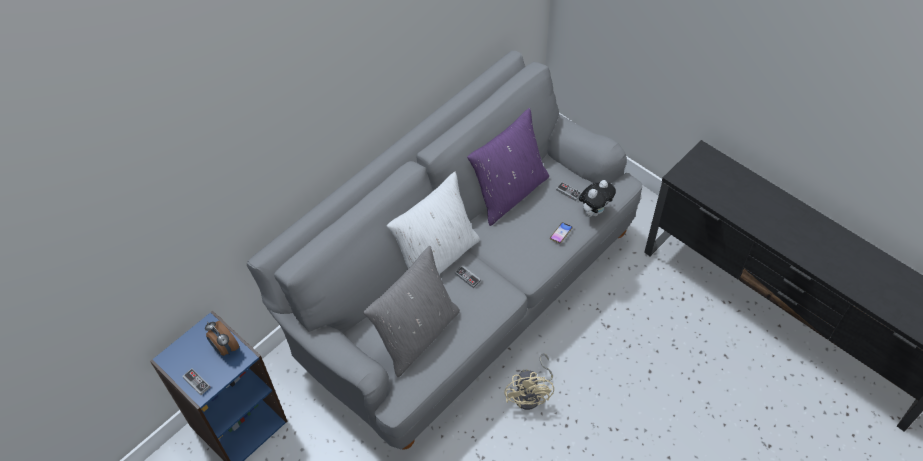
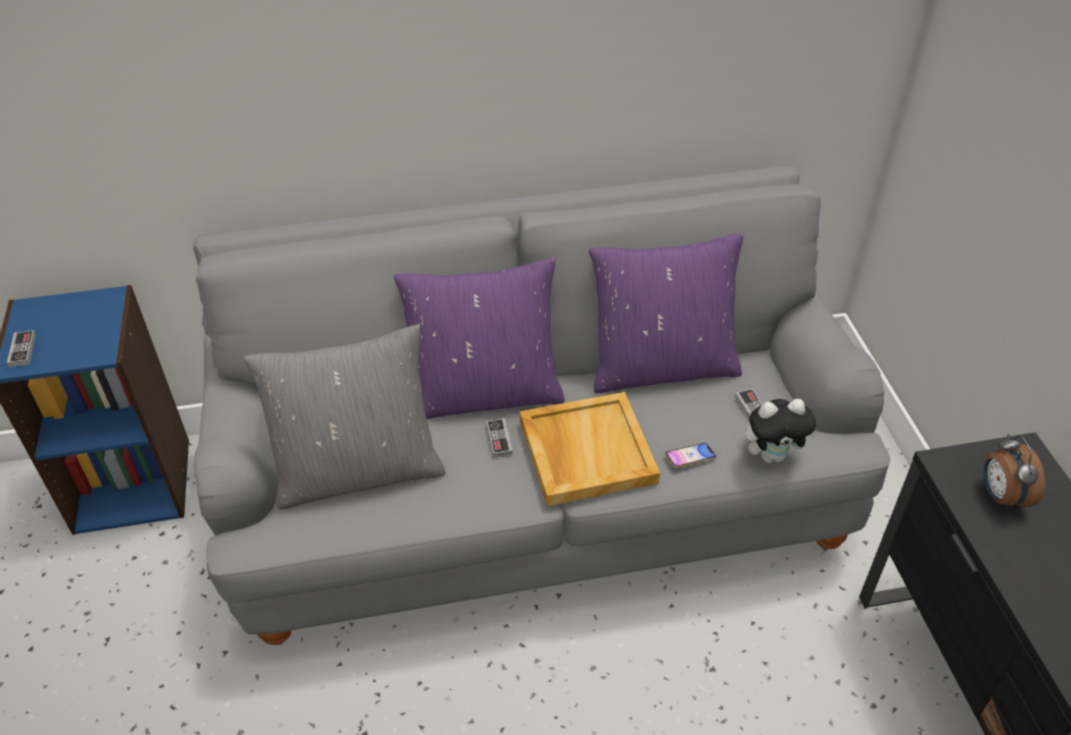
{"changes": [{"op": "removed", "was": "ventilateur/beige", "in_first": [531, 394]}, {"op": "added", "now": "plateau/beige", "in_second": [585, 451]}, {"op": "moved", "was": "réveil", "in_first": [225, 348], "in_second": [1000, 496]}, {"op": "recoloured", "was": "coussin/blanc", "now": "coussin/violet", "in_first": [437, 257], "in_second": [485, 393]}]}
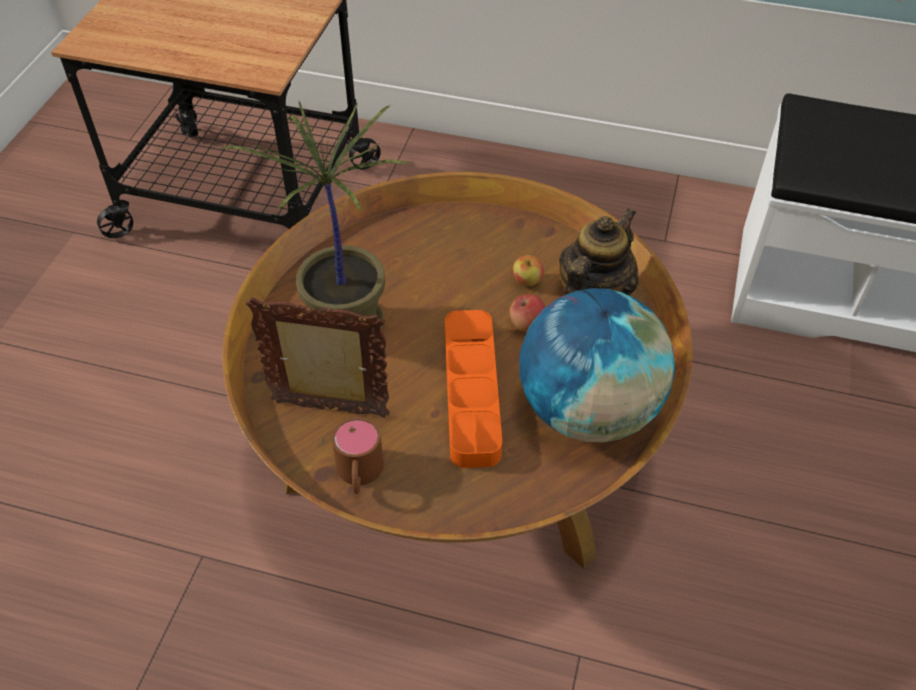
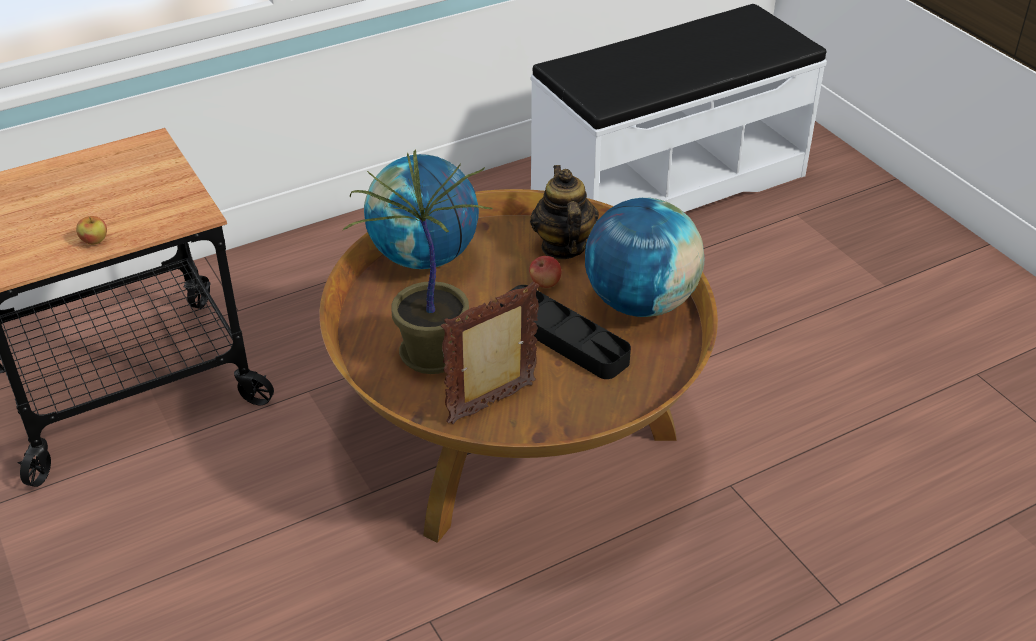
{"changes": [{"op": "removed", "was": "mug/marron", "in_first": [359, 475]}, {"op": "added", "now": "globe", "in_second": [424, 257]}, {"op": "moved", "was": "pomme", "in_first": [527, 281], "in_second": [95, 241]}, {"op": "recoloured", "was": "plateau/orange", "now": "plateau/noir", "in_first": [471, 392], "in_second": [563, 338]}]}
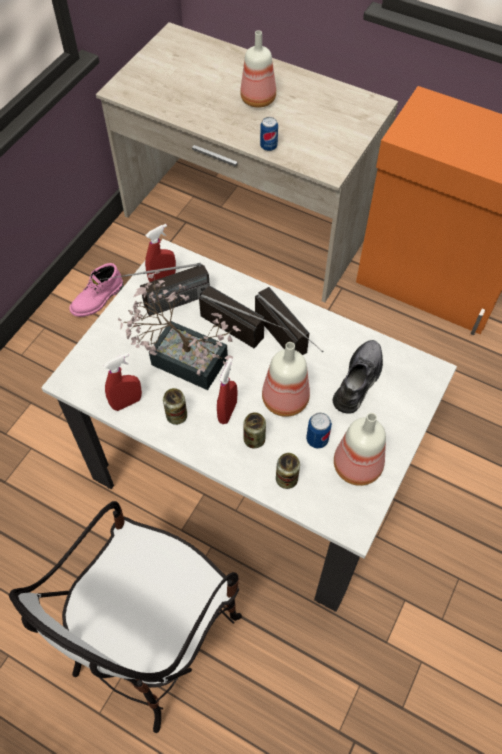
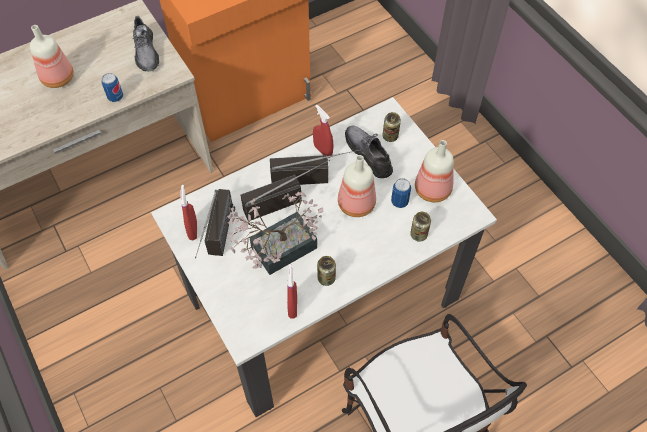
{"changes": [{"op": "removed", "was": "botte/rose", "in_first": [98, 300]}, {"op": "added", "now": "chaussure/gris", "in_second": [146, 52]}, {"op": "moved", "was": "vaporisateur/rouge", "in_first": [227, 412], "in_second": [323, 150]}, {"op": "moved", "was": "boîte métallique", "in_first": [254, 439], "in_second": [390, 136]}]}
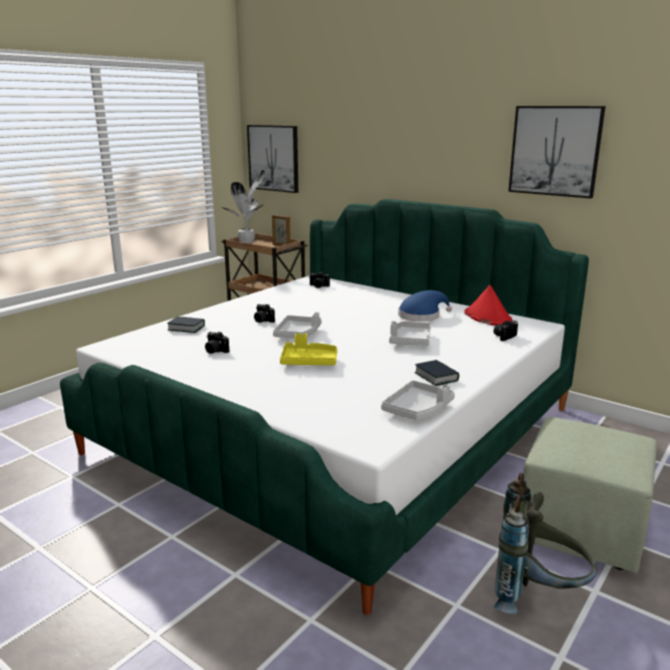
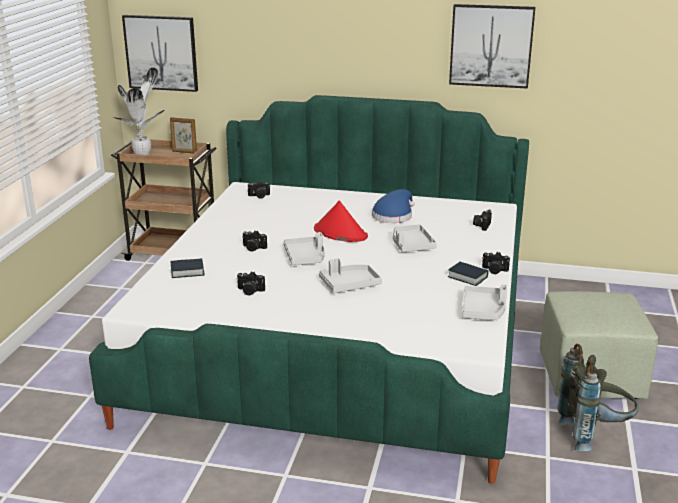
{"changes": [{"op": "added", "now": "appareil photo", "in_second": [494, 270]}, {"op": "moved", "was": "chapeau/rouge", "in_first": [488, 318], "in_second": [340, 233]}, {"op": "recoloured", "was": "plateau/jaune", "now": "plateau/gris", "in_first": [309, 362], "in_second": [349, 285]}]}
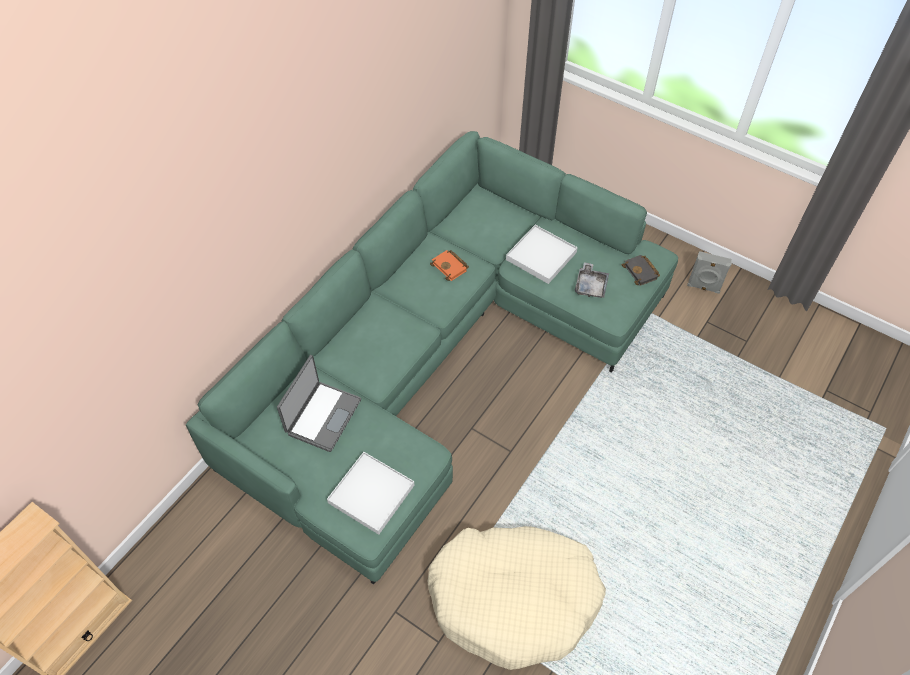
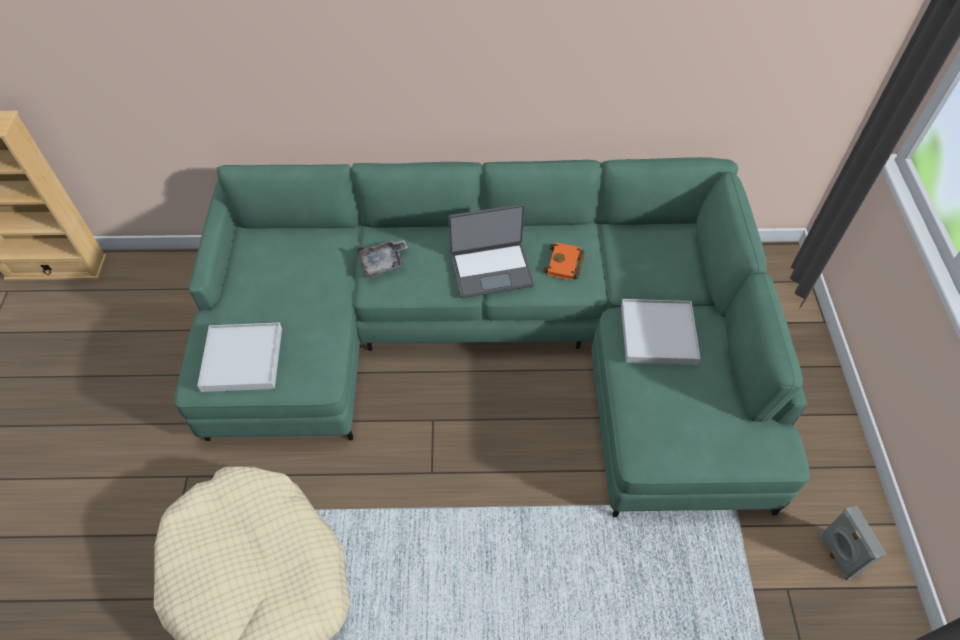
{"changes": [{"op": "removed", "was": "livre/noir", "in_first": [641, 272]}, {"op": "moved", "was": "ordinateur portable", "in_first": [322, 416], "in_second": [491, 269]}, {"op": "moved", "was": "plateau/gris", "in_first": [590, 285], "in_second": [383, 263]}]}
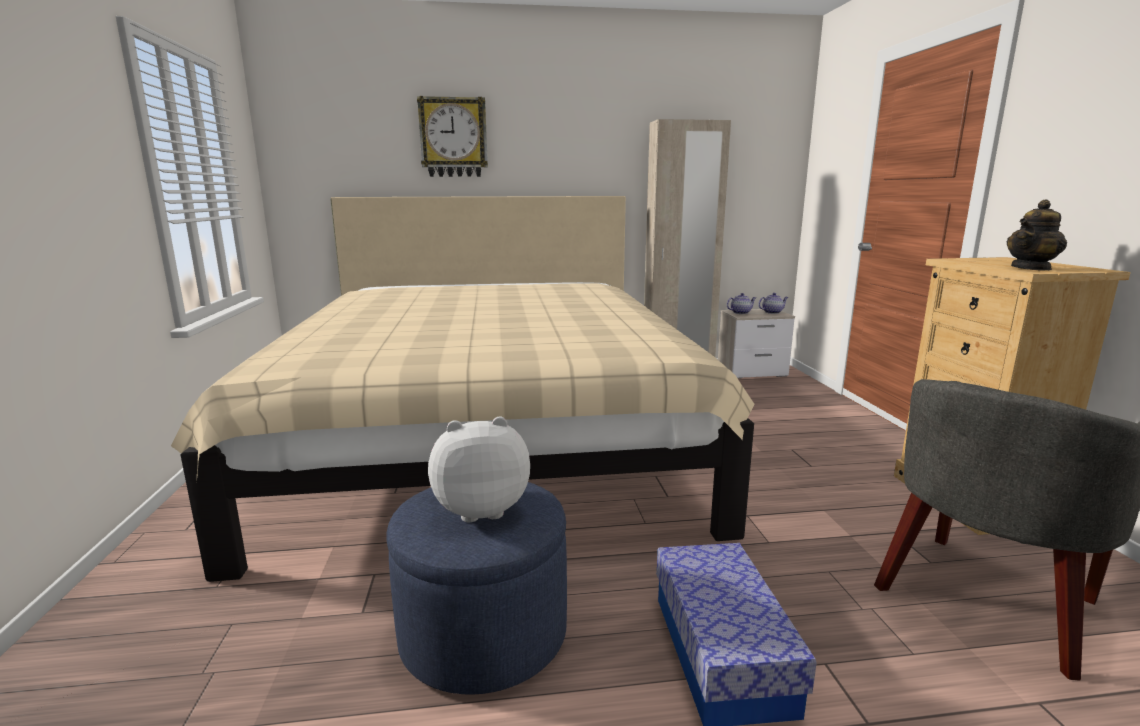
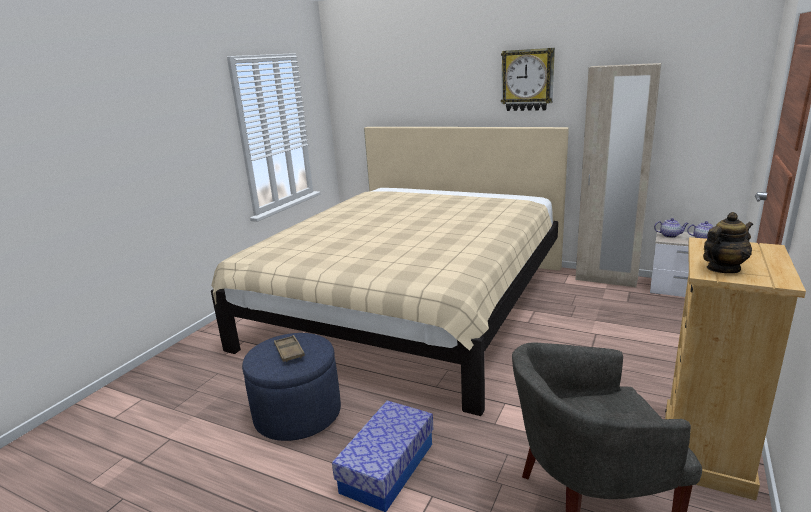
{"changes": [{"op": "moved", "was": "horloge murale", "in_first": [453, 137], "in_second": [527, 80]}, {"op": "replaced", "was": "peluche", "now": "plateau/marron", "in_first": [481, 509], "in_second": [289, 351]}, {"op": "turned", "was": "théière", "in_first": [1031, 268], "in_second": [722, 269], "clockwise": 150}]}
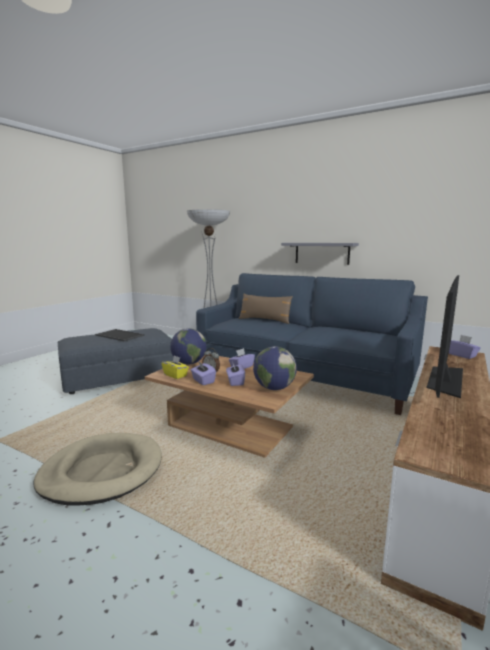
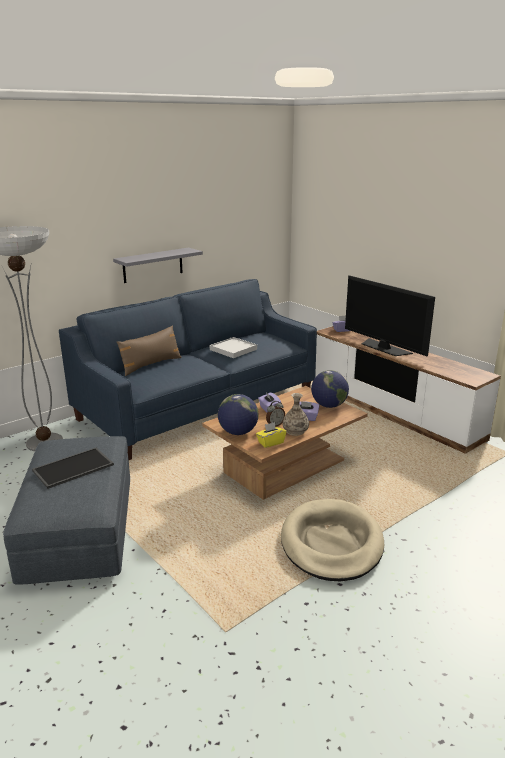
{"changes": [{"op": "added", "now": "plateau/blanc", "in_second": [233, 349]}, {"op": "replaced", "was": "boîte à mouchoirs/violet", "now": "vase", "in_first": [203, 381], "in_second": [295, 431]}]}
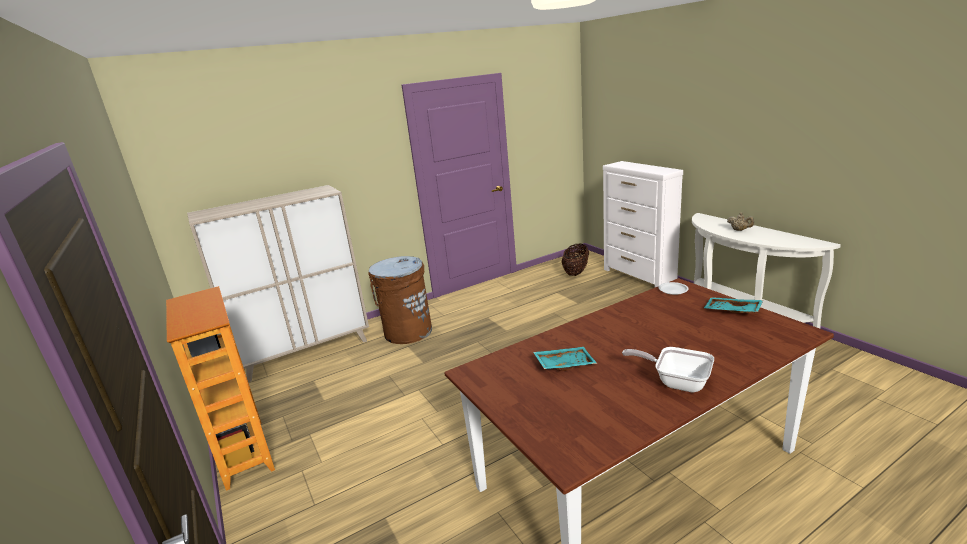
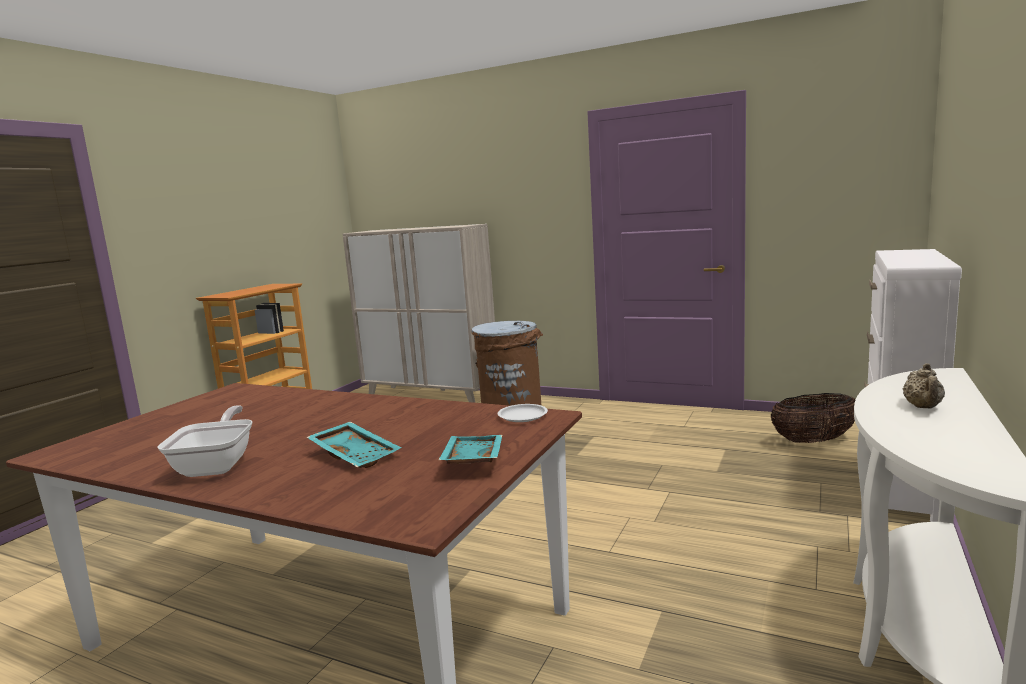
{"changes": [{"op": "moved", "was": "plateau/turquoise", "in_first": [564, 364], "in_second": [356, 454]}]}
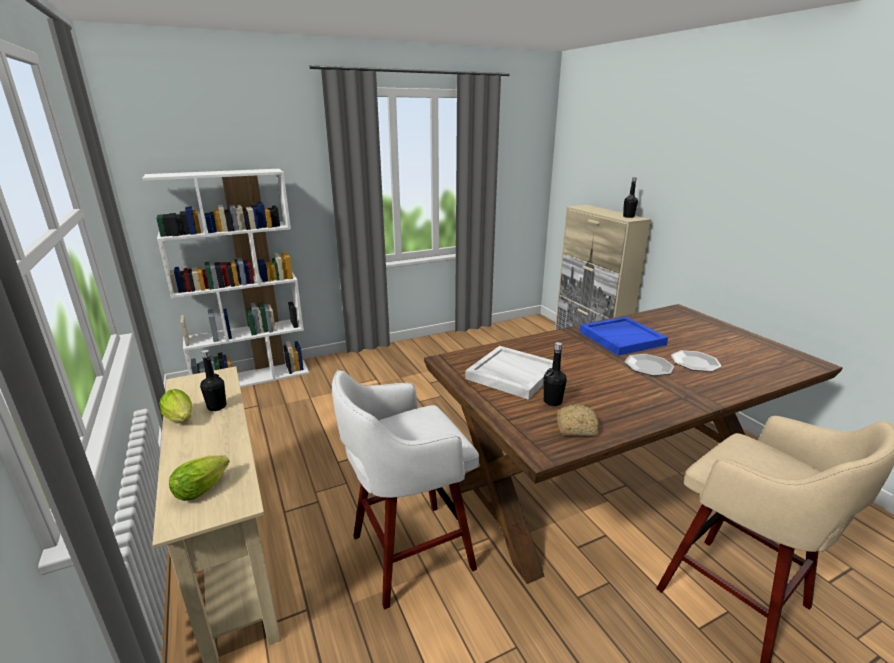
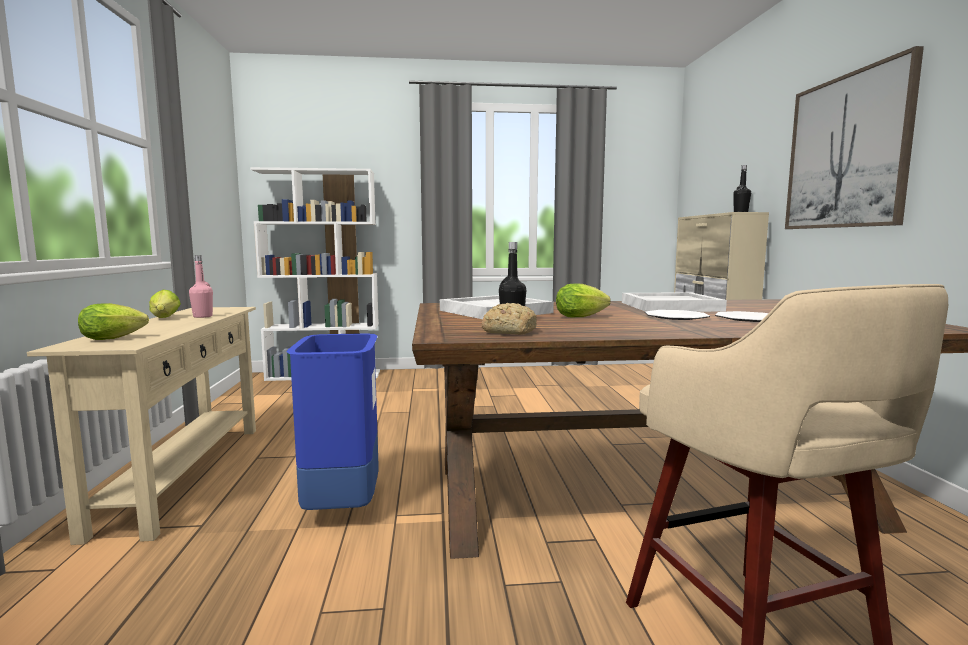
{"changes": [{"op": "added", "now": "laitue", "in_second": [583, 317]}, {"op": "added", "now": "tableau", "in_second": [846, 152]}, {"op": "replaced", "was": "tabouret/blanc", "now": "poubelle/bleu", "in_first": [408, 553], "in_second": [341, 507]}, {"op": "recoloured", "was": "bouteille/noir", "now": "bouteille/rose", "in_first": [217, 407], "in_second": [202, 316]}, {"op": "recoloured", "was": "plateau/bleu", "now": "plateau/blanc", "in_first": [621, 338], "in_second": [670, 306]}]}
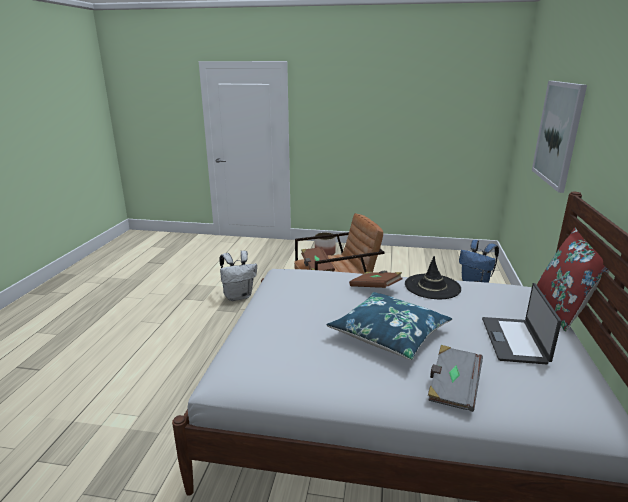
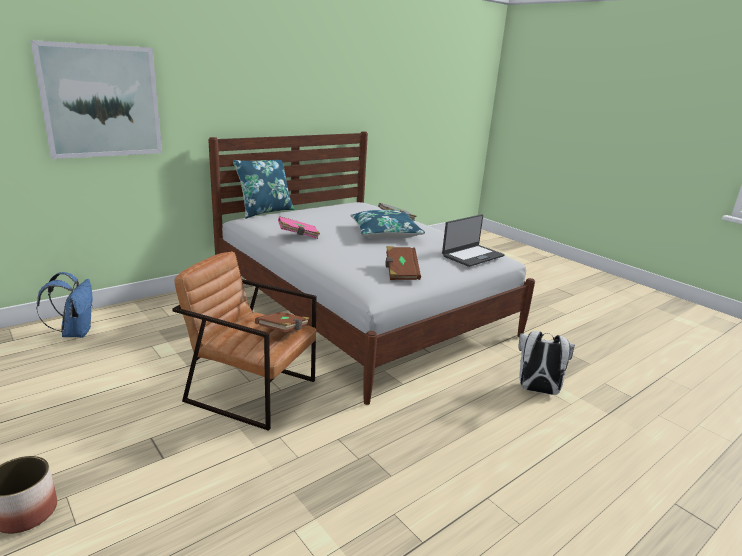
{"changes": [{"op": "moved", "was": "sac à dos/blanc", "in_first": [238, 296], "in_second": [537, 390]}, {"op": "moved", "was": "livre/marron", "in_first": [375, 288], "in_second": [401, 272]}, {"op": "moved", "was": "ordinateur portable", "in_first": [515, 340], "in_second": [472, 256]}, {"op": "replaced", "was": "chapeau/noir", "now": "livre/rose", "in_first": [432, 287], "in_second": [298, 236]}, {"op": "recoloured", "was": "coussin/rouge", "now": "coussin/bleu", "in_first": [562, 310], "in_second": [265, 211]}]}
